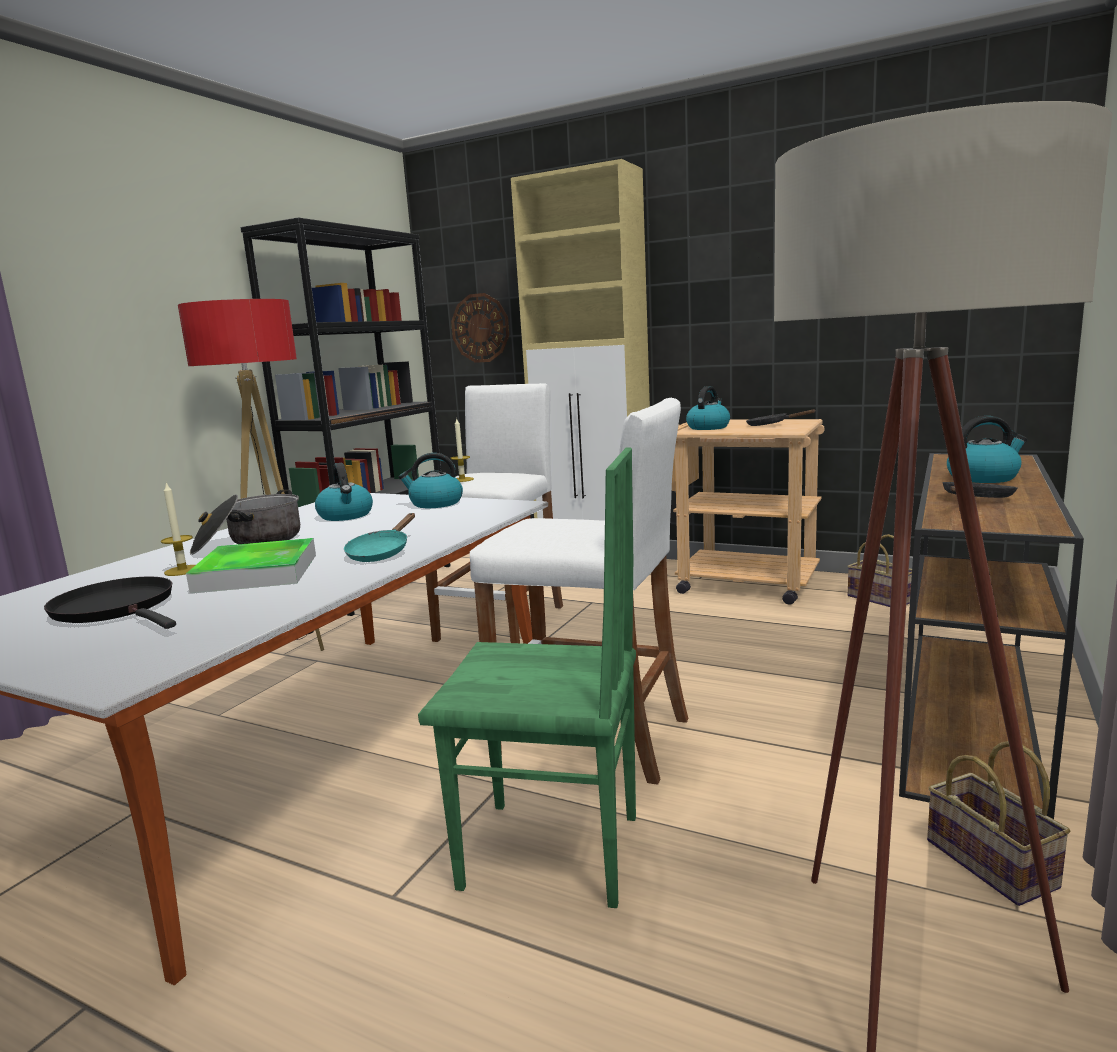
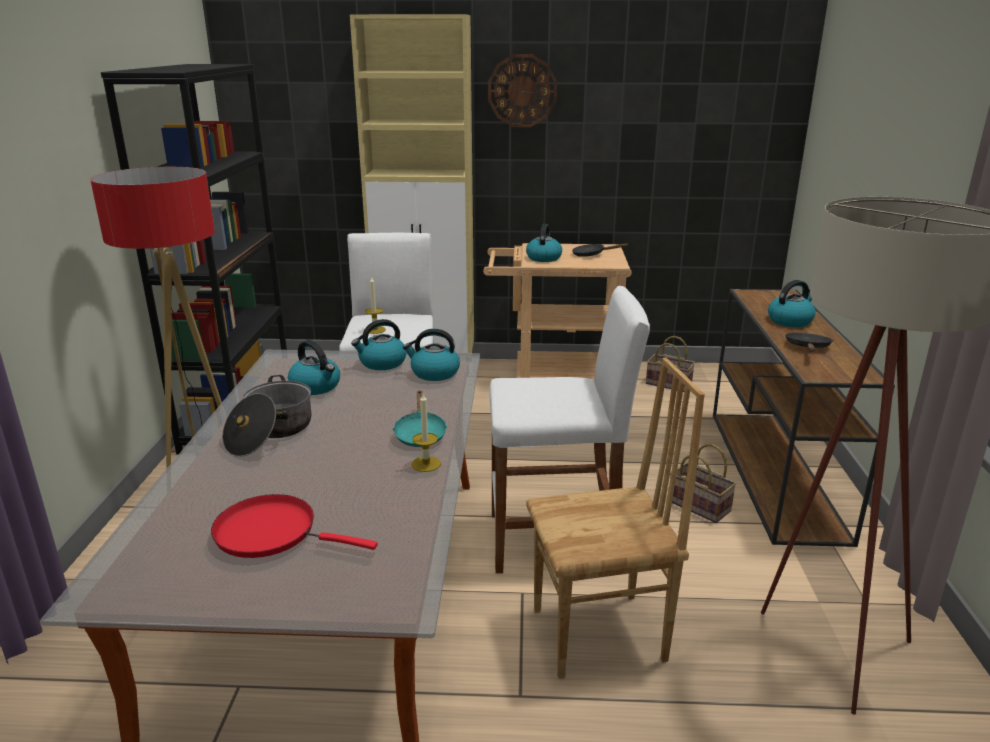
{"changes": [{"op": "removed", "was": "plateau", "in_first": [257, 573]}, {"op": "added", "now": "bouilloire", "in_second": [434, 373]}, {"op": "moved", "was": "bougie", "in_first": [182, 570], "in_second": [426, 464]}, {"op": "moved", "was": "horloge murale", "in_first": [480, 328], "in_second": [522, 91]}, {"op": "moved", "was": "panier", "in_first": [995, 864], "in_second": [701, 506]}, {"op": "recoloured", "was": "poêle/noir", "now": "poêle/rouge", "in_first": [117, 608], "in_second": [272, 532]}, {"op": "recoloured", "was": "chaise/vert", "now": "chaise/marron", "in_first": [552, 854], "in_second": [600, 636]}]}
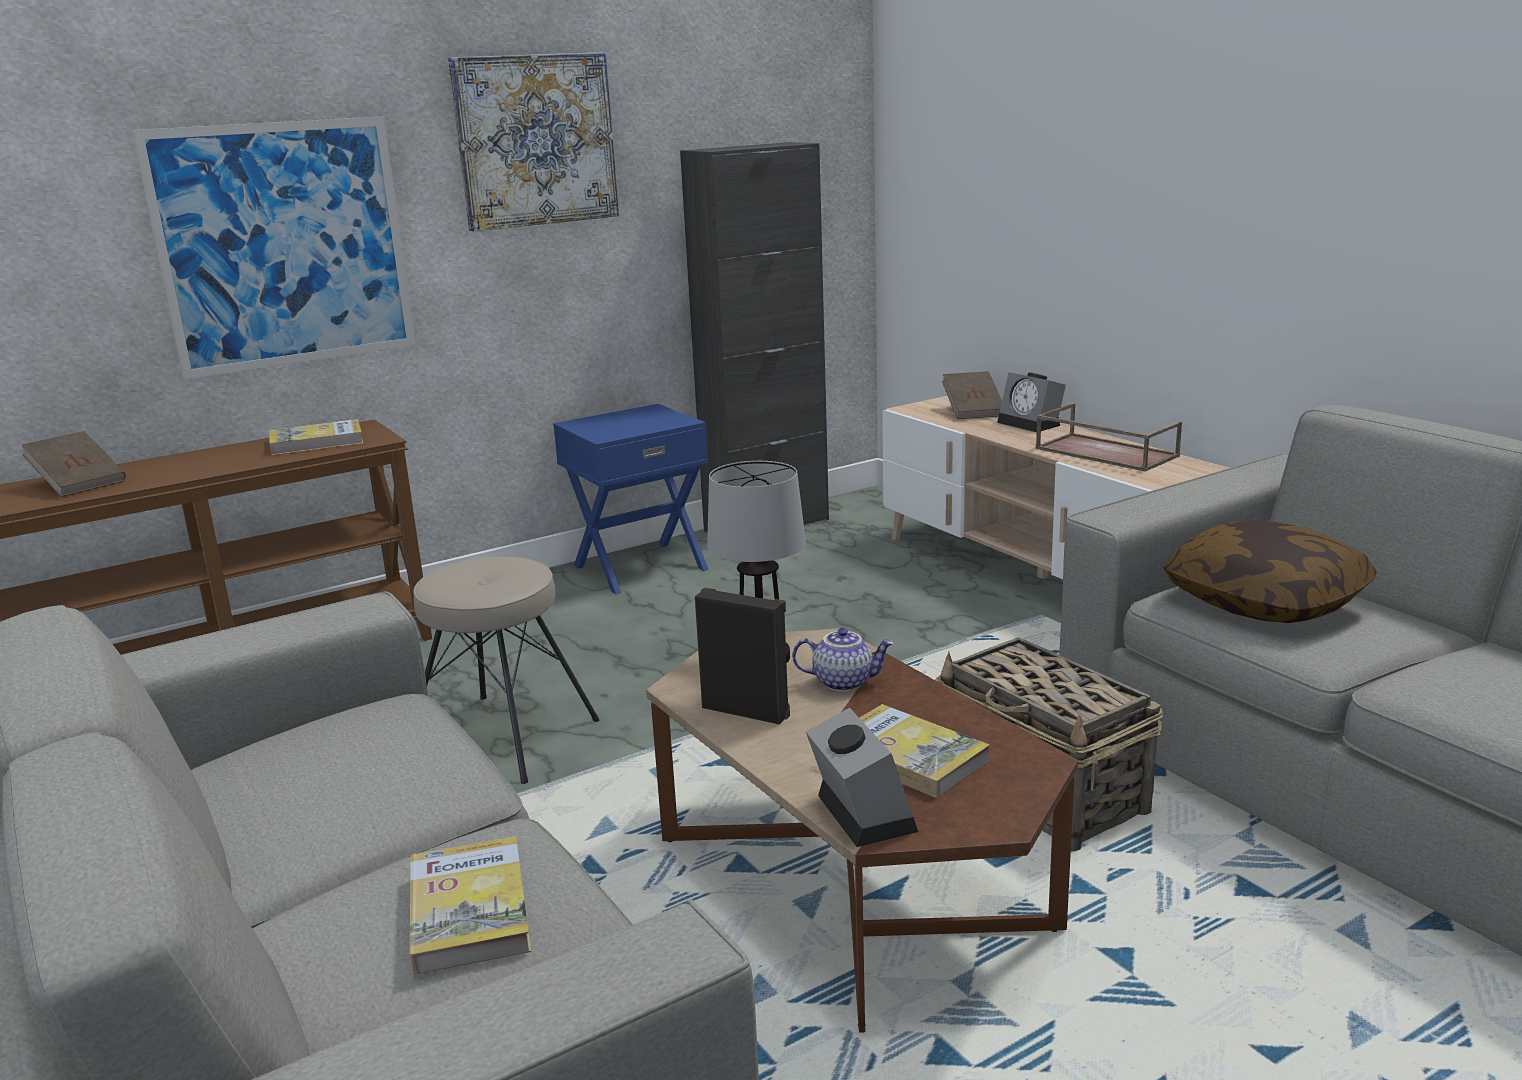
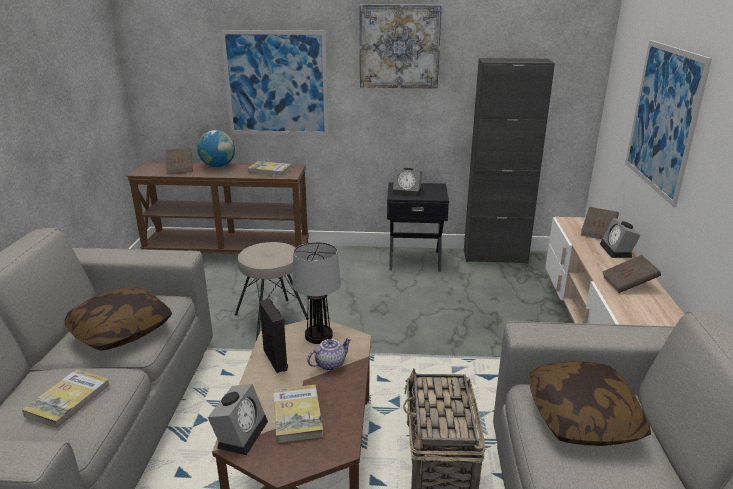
{"changes": [{"op": "added", "now": "coussin", "in_second": [121, 332]}, {"op": "added", "now": "globe", "in_second": [218, 166]}, {"op": "added", "now": "réveil", "in_second": [408, 192]}, {"op": "added", "now": "tableau", "in_second": [663, 119]}, {"op": "replaced", "was": "plateau/marron", "now": "livre/marron", "in_first": [1104, 452], "in_second": [628, 284]}, {"op": "recoloured", "was": "table de chevet/bleu", "now": "table de chevet/noir", "in_first": [639, 567], "in_second": [414, 259]}, {"op": "turned", "was": "théière", "in_first": [844, 682], "in_second": [330, 364], "clockwise": -75}]}
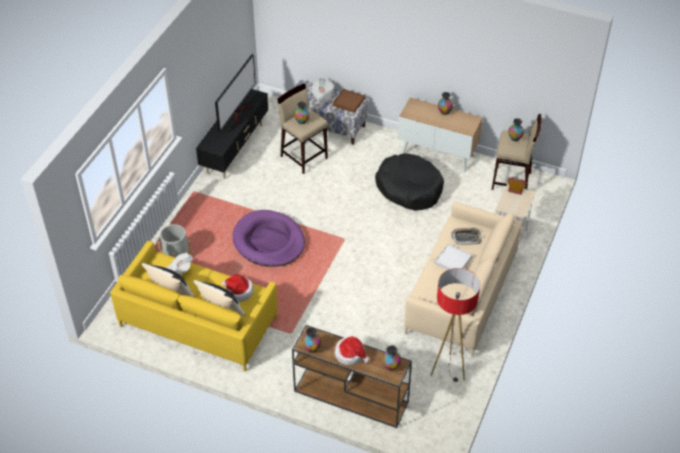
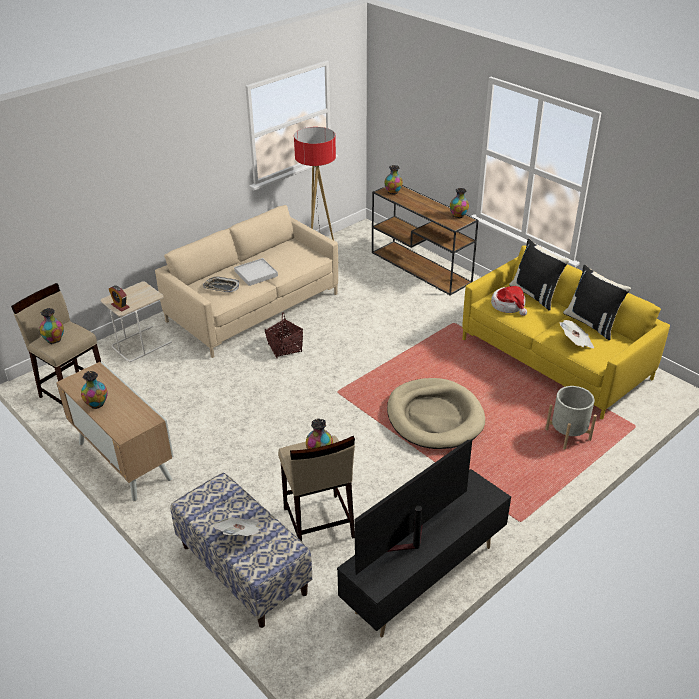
{"changes": [{"op": "removed", "was": "plateau/marron", "in_first": [348, 102]}, {"op": "removed", "was": "chapeau", "in_first": [350, 354]}, {"op": "removed", "was": "panier pour chien/noir", "in_first": [409, 188]}, {"op": "added", "now": "panier", "in_second": [285, 348]}, {"op": "recoloured", "was": "panier pour chien/violet", "now": "panier pour chien/beige", "in_first": [269, 241], "in_second": [434, 417]}]}
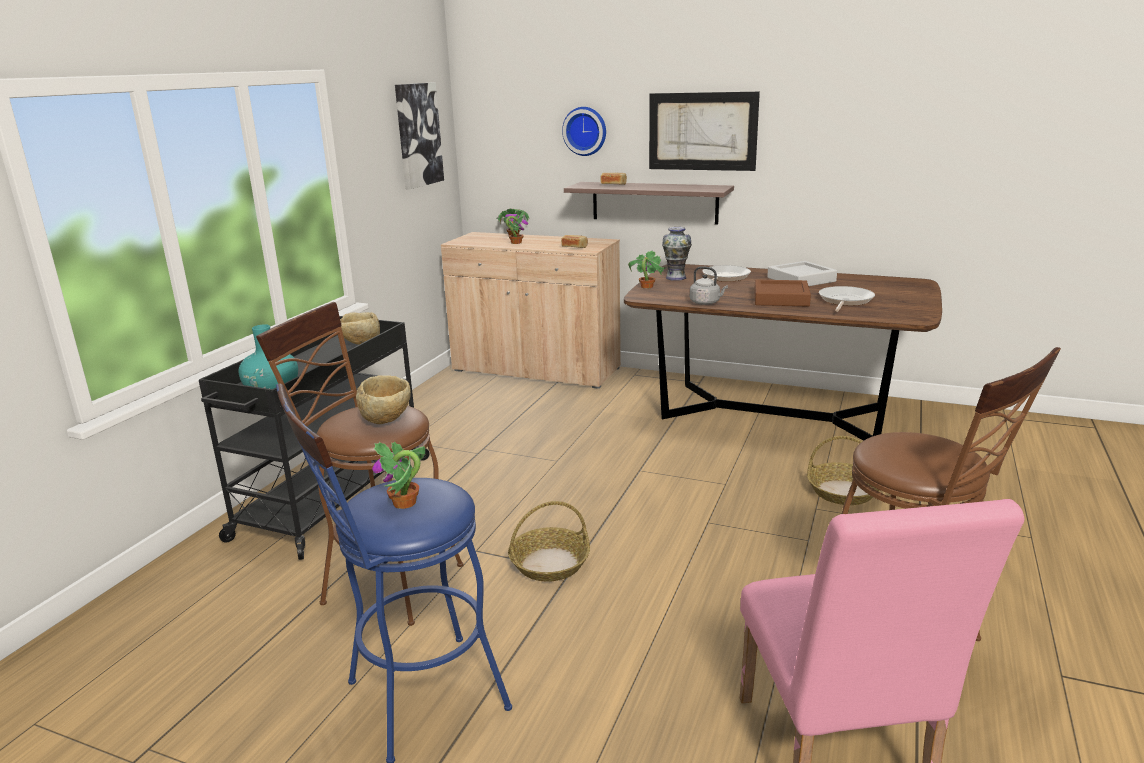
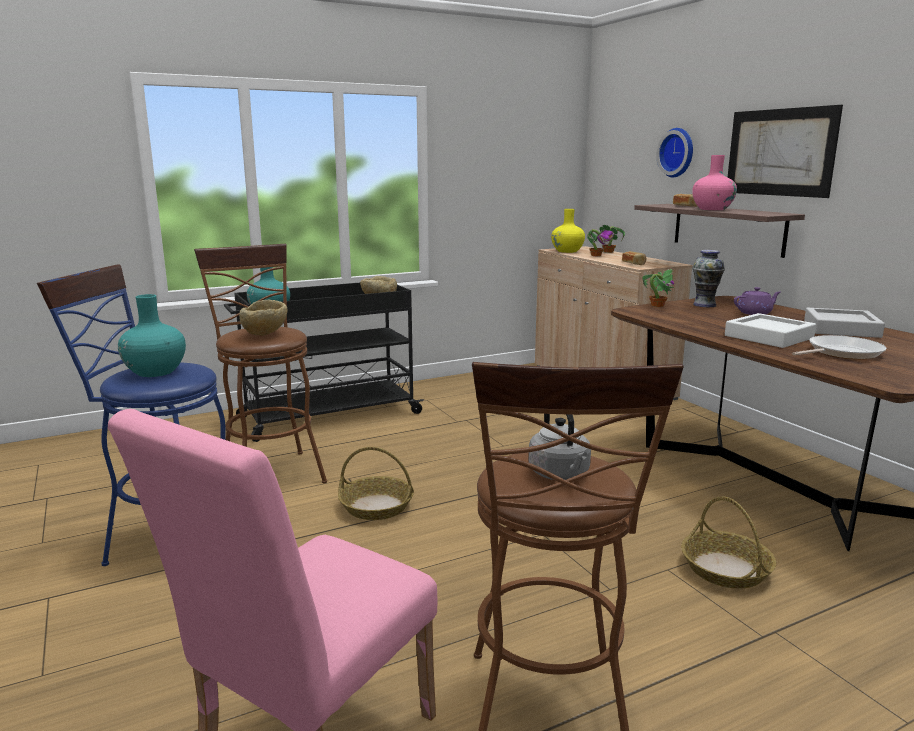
{"changes": [{"op": "removed", "was": "tableau", "in_first": [418, 135]}, {"op": "added", "now": "vase/jaune", "in_second": [567, 251]}, {"op": "added", "now": "vase/rose", "in_second": [712, 209]}, {"op": "moved", "was": "bouilloire/gris", "in_first": [706, 303], "in_second": [560, 475]}, {"op": "replaced", "was": "plante en pot", "now": "vase/turquoise", "in_first": [404, 503], "in_second": [155, 372]}, {"op": "replaced", "was": "poêle", "now": "théière/violet", "in_first": [724, 278], "in_second": [755, 313]}, {"op": "recoloured", "was": "plateau/marron", "now": "plateau/blanc", "in_first": [781, 298], "in_second": [768, 337]}]}
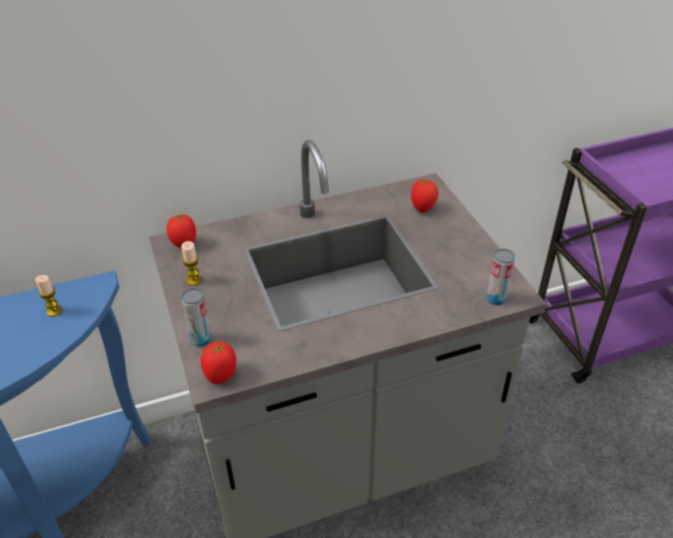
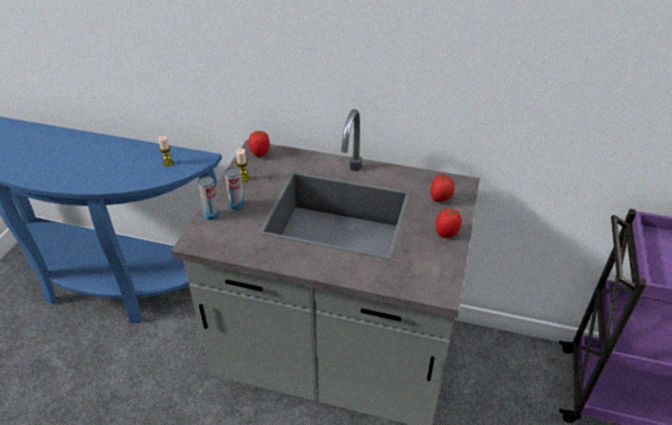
{"changes": [{"op": "moved", "was": "tomate", "in_first": [221, 375], "in_second": [446, 233]}, {"op": "moved", "was": "boîte métallique", "in_first": [496, 299], "in_second": [237, 205]}]}
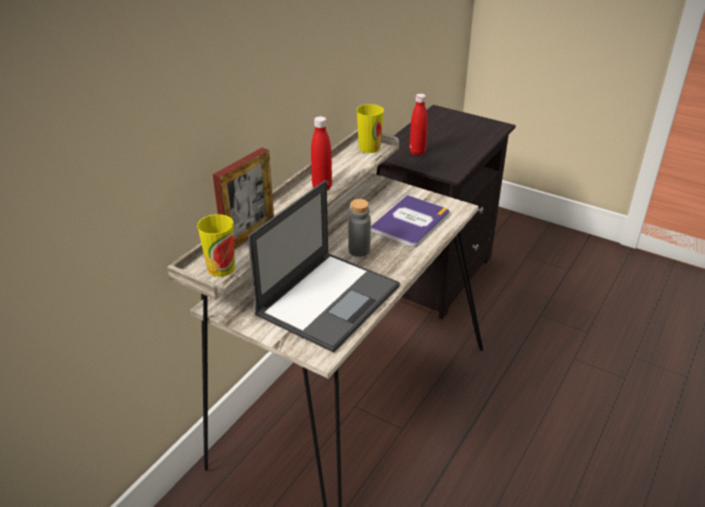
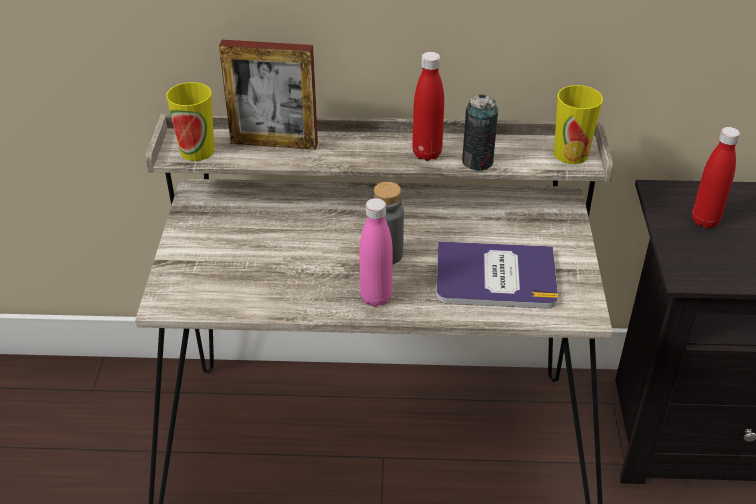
{"changes": [{"op": "removed", "was": "ordinateur portable", "in_first": [329, 299]}, {"op": "added", "now": "bouteille/rose", "in_second": [376, 297]}, {"op": "added", "now": "boîte métallique", "in_second": [477, 162]}]}
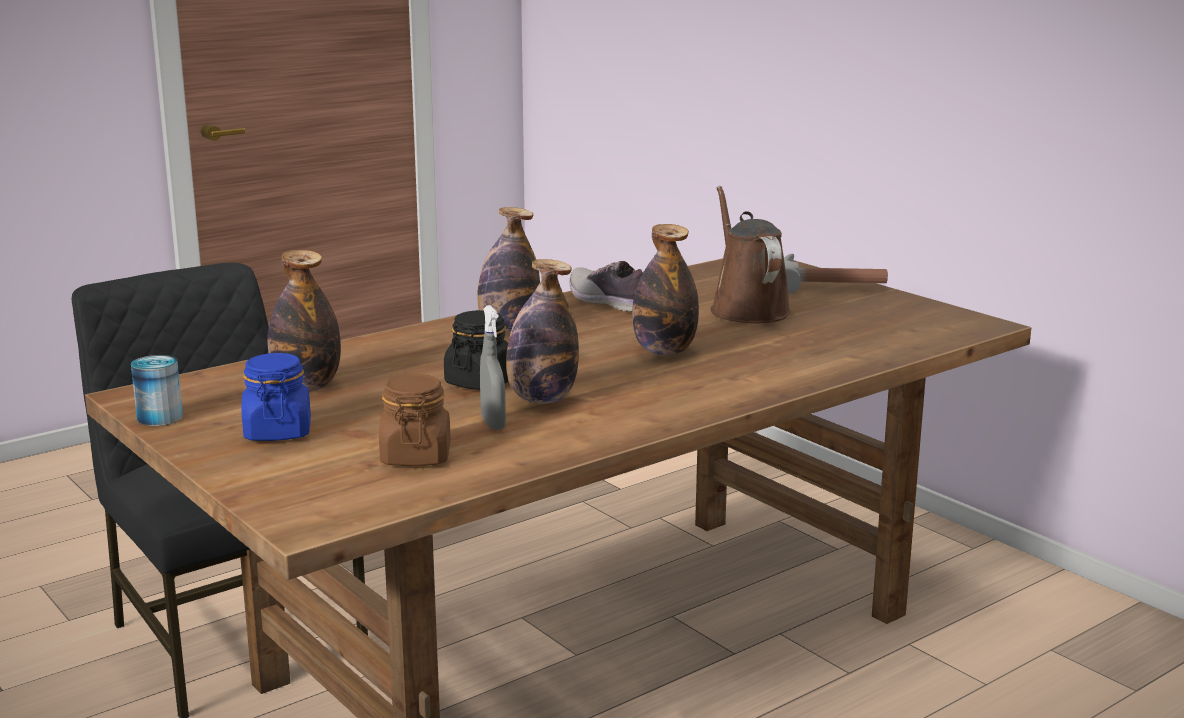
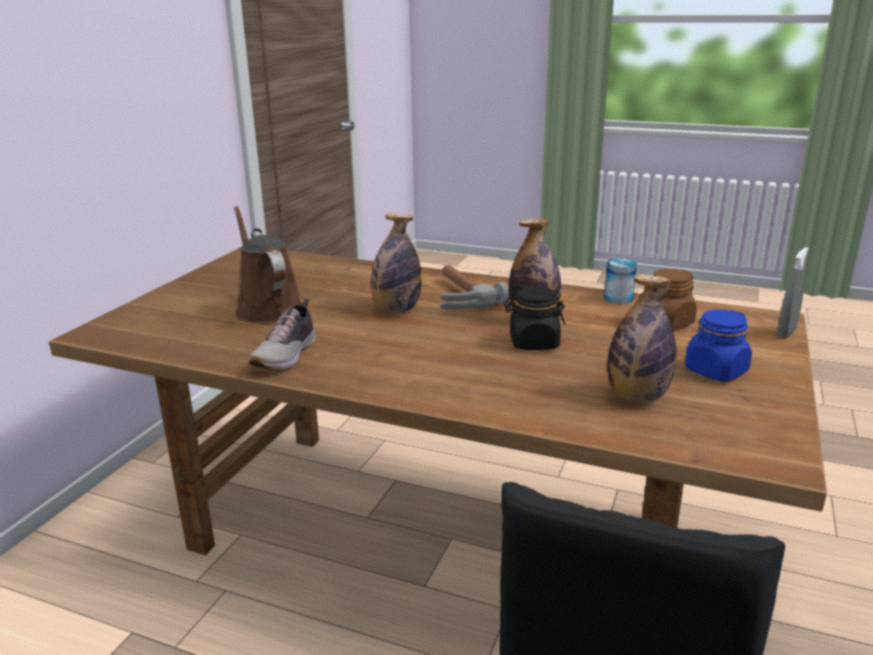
{"changes": [{"op": "removed", "was": "bouteille", "in_first": [508, 329]}, {"op": "moved", "was": "boîte métallique", "in_first": [160, 417], "in_second": [618, 298]}, {"op": "moved", "was": "vaporisateur/gris", "in_first": [493, 424], "in_second": [786, 333]}, {"op": "moved", "was": "marteau", "in_first": [828, 284], "in_second": [457, 296]}, {"op": "turned", "was": "arrosoir/marron", "in_first": [747, 309], "in_second": [267, 308], "clockwise": 105}]}
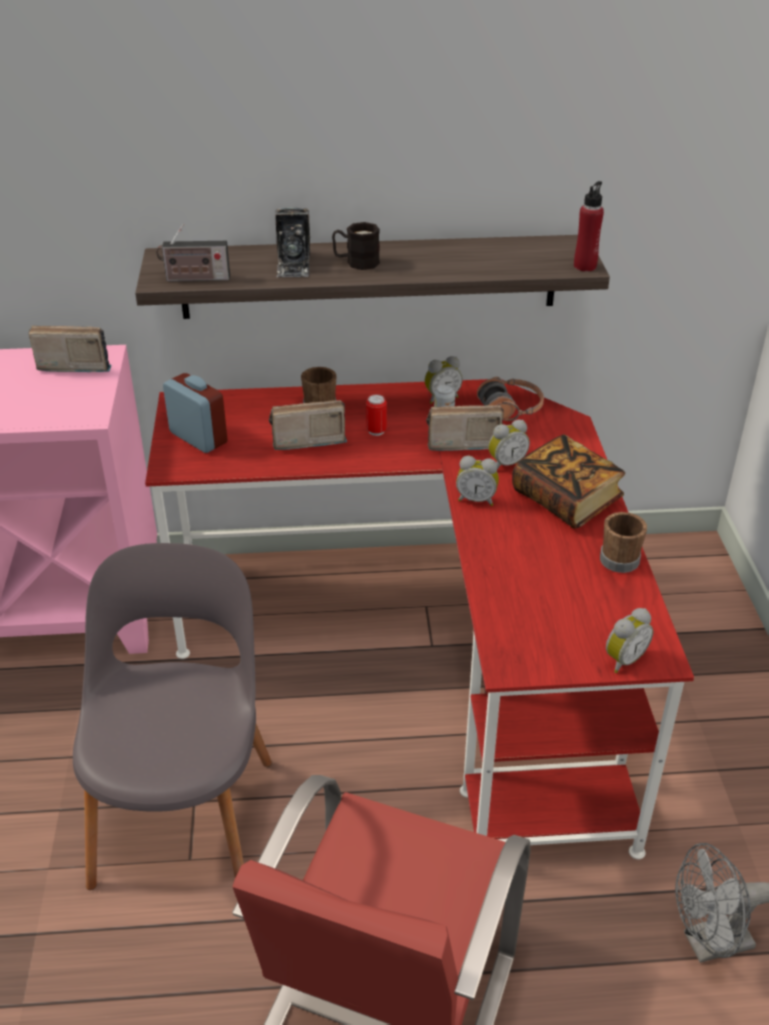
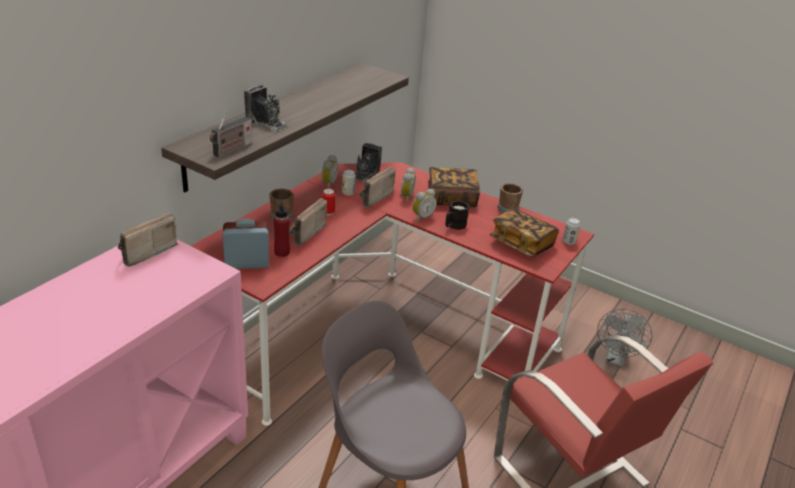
{"changes": [{"op": "added", "now": "livre", "in_second": [521, 244]}, {"op": "moved", "was": "mug/noir", "in_first": [356, 262], "in_second": [454, 226]}, {"op": "moved", "was": "bouteille/rouge", "in_first": [585, 266], "in_second": [282, 252]}, {"op": "replaced", "was": "casque audio", "now": "appareil photo", "in_first": [510, 409], "in_second": [365, 174]}, {"op": "replaced", "was": "réveil", "now": "boîte métallique", "in_first": [623, 659], "in_second": [569, 242]}]}
